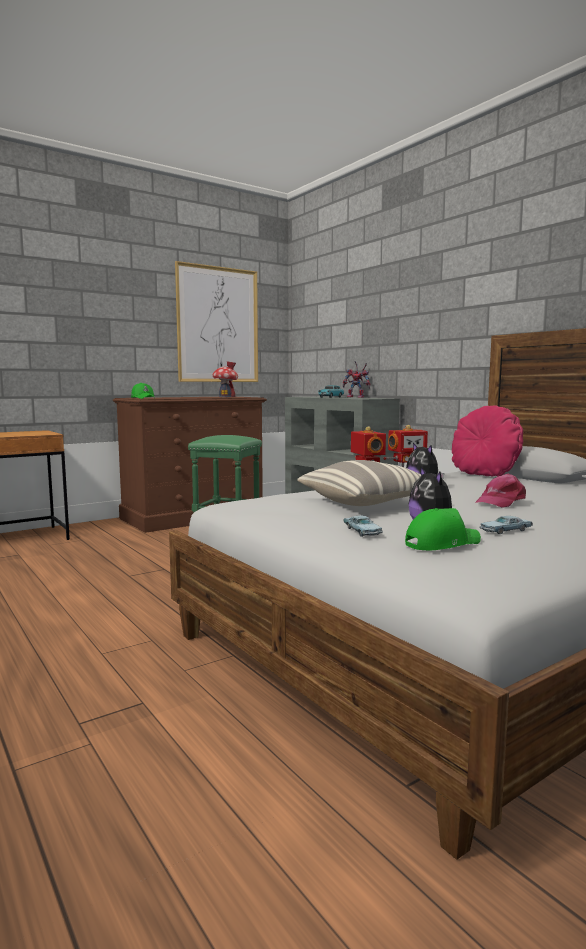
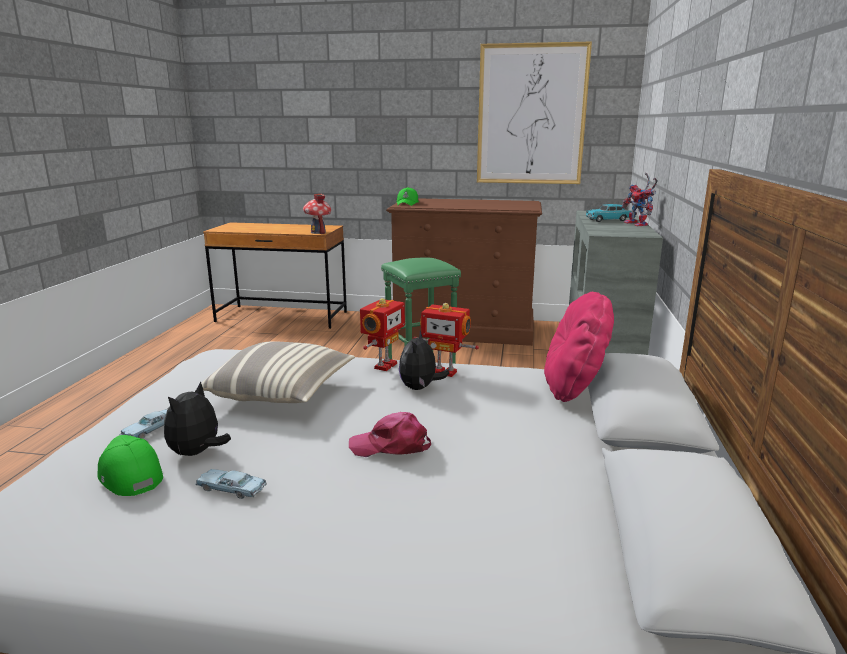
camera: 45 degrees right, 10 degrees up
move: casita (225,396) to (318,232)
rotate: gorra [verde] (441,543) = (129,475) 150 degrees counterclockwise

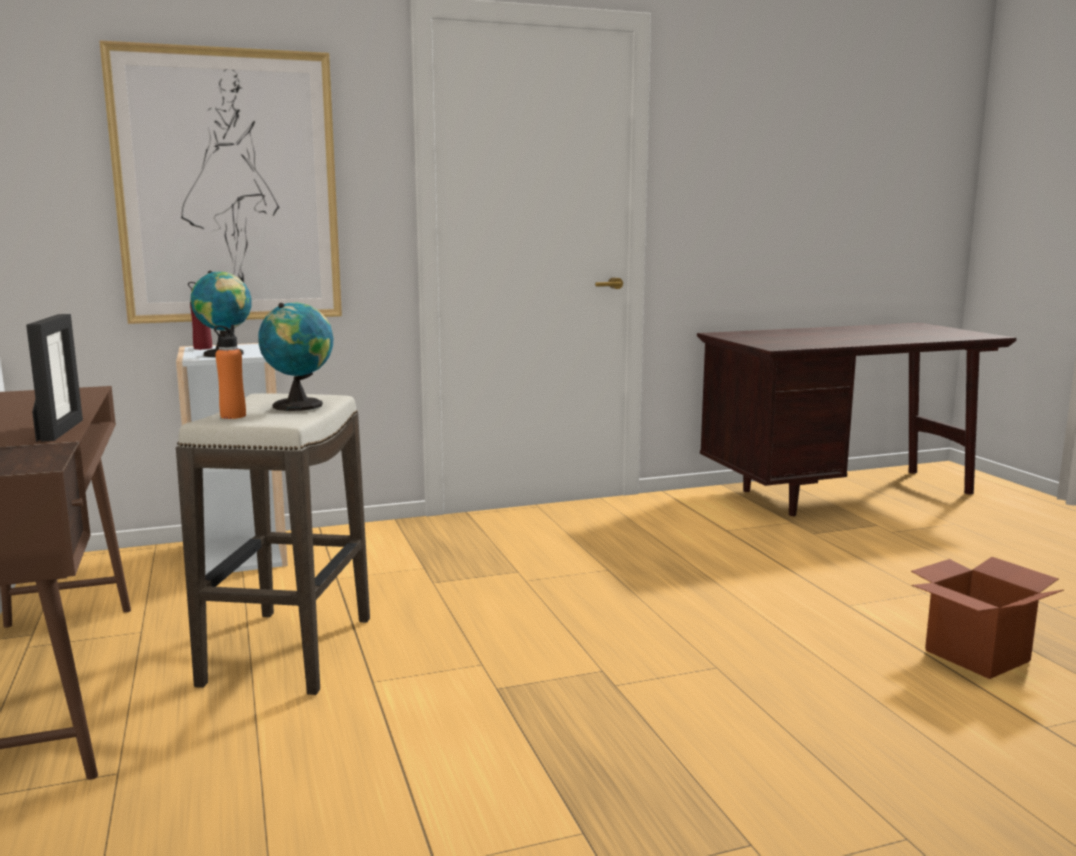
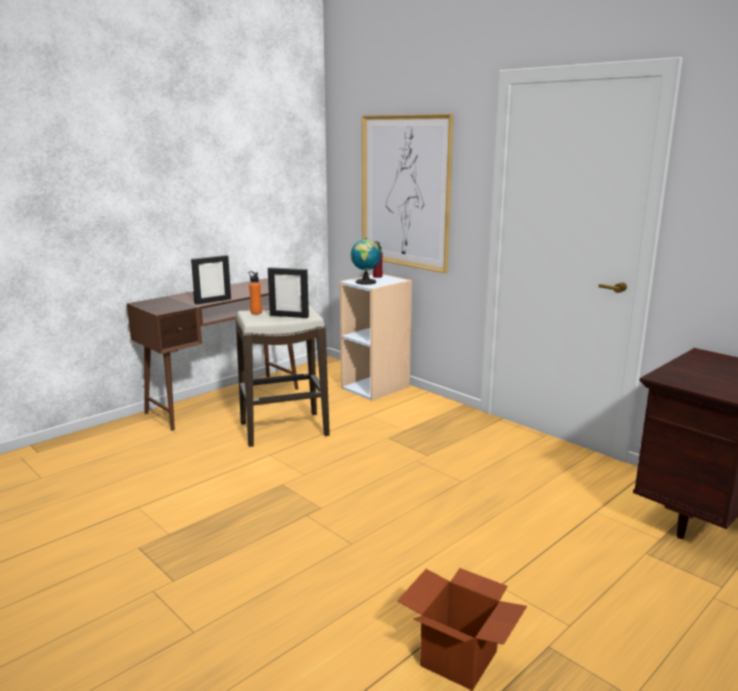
camera: 65 degrees right, 5 degrees up
replace: globo terráqueo (300,405) to portarretratos (289,316)

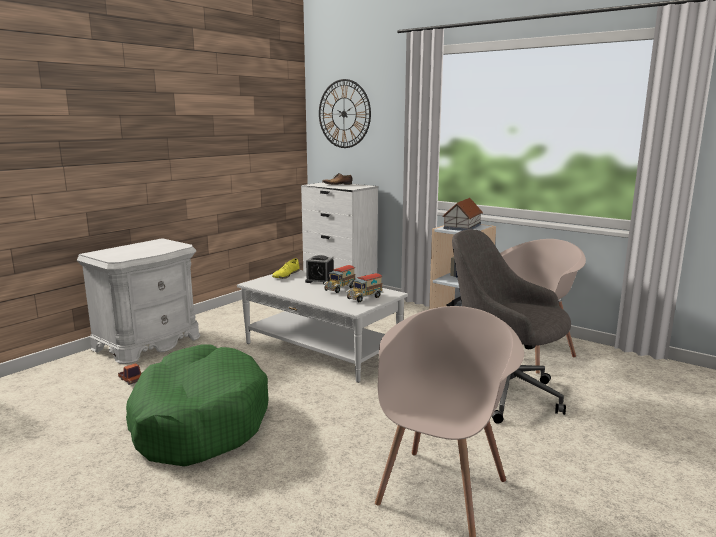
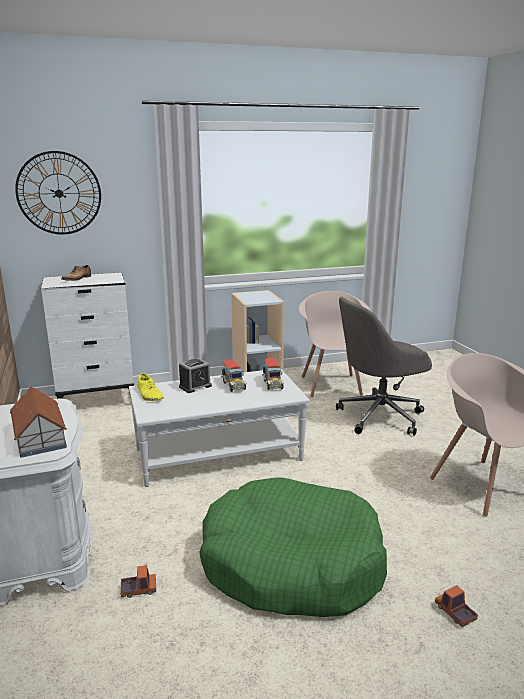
camera: 55 degrees left, 5 degrees up
insert: camión de juguete (455,612)
move: casita (462,226) to (40,437)

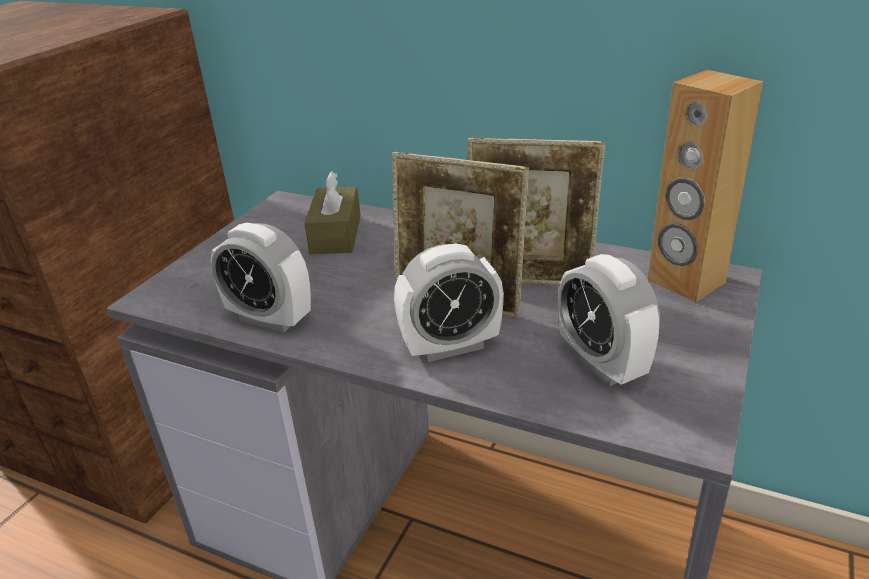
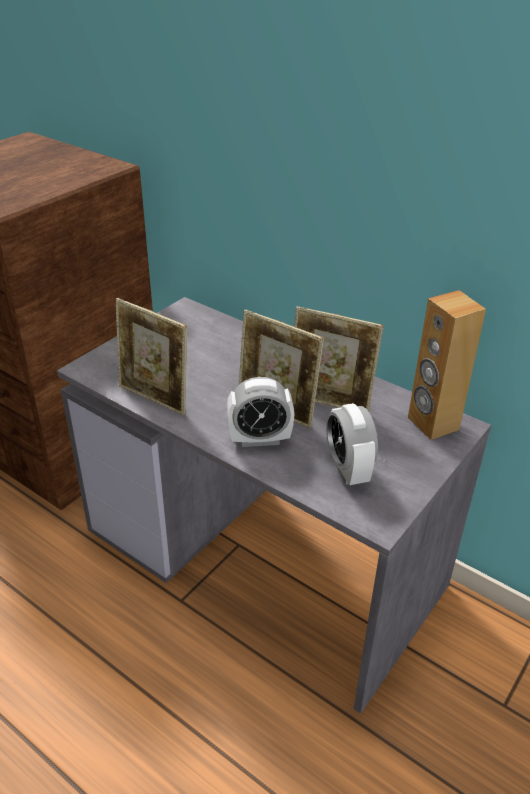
camera: 10 degrees right, 5 degrees up
delete: caja de pañuelos [marrón] (336,234)
replace: despertador (269,319) to portarretratos (154,398)

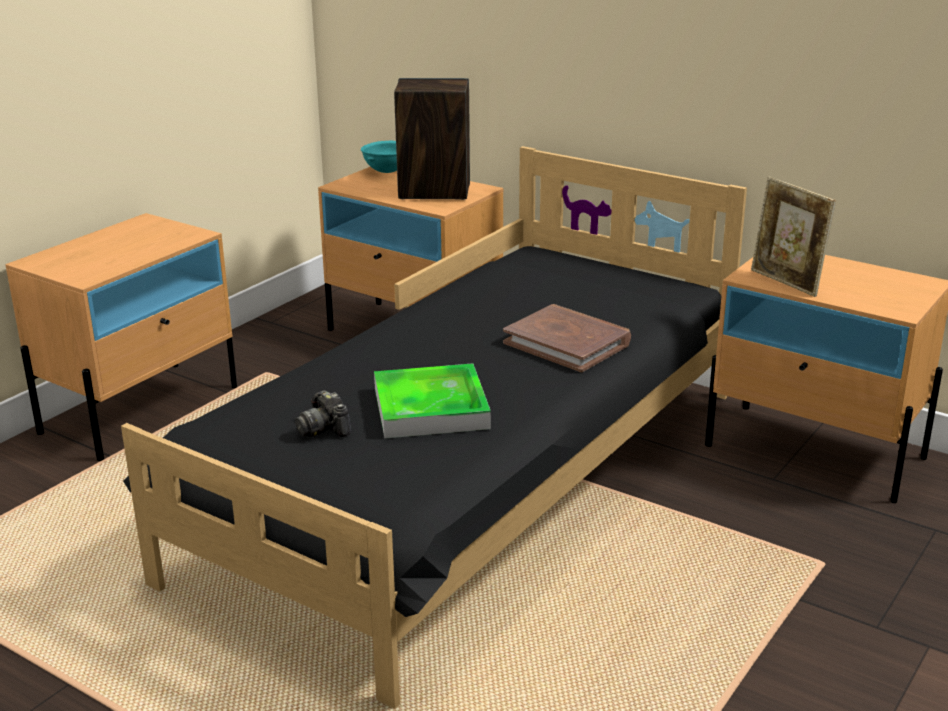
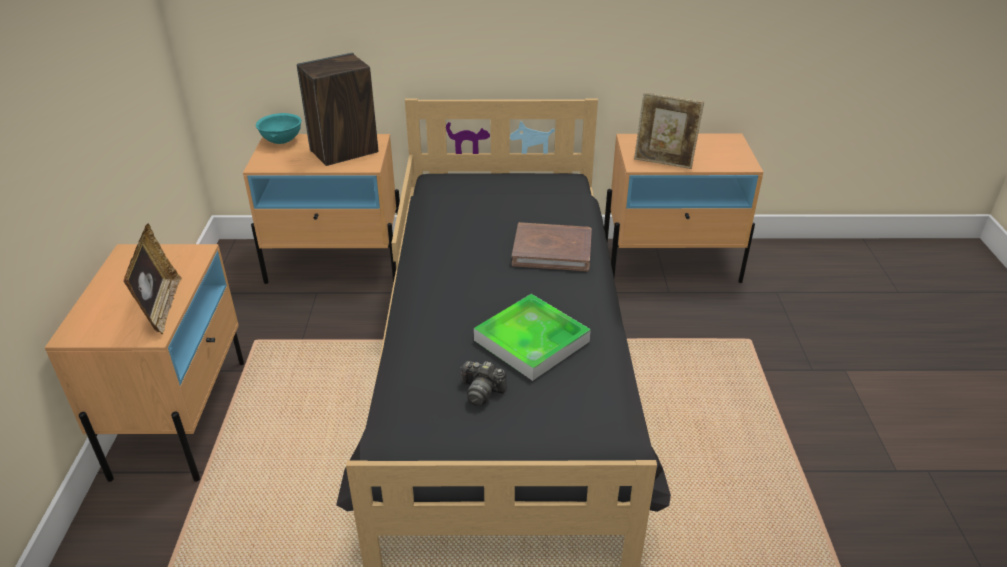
camera: 35 degrees left, 10 degrees up
insert: portarretratos (161,308)

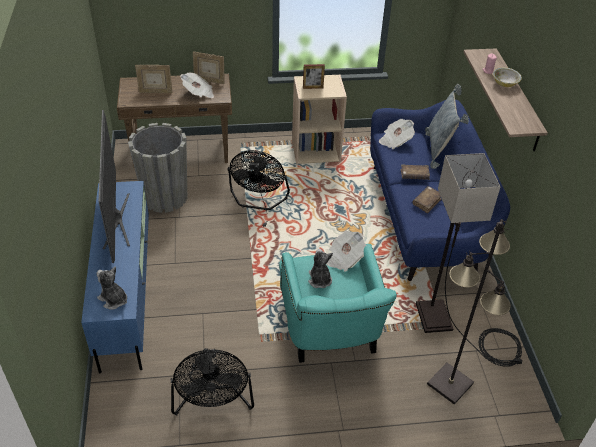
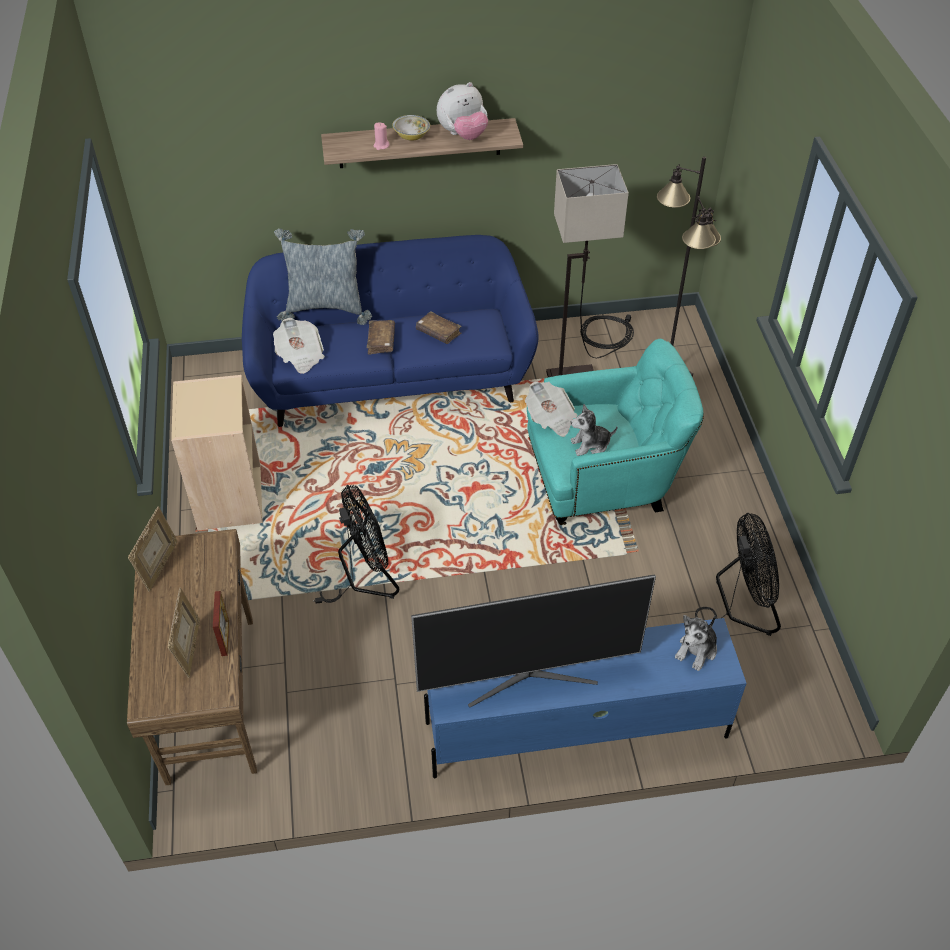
camera: 90 degrees left, 5 degrees up
delete: periódico (198,93); maceta [gris] (164,197)
insert: peluche (463,135)
move: portarretratos (313,87) to (225,638)
rotate: ventilador [negro] (258,203) = (360,570) 150 degrees clockwise

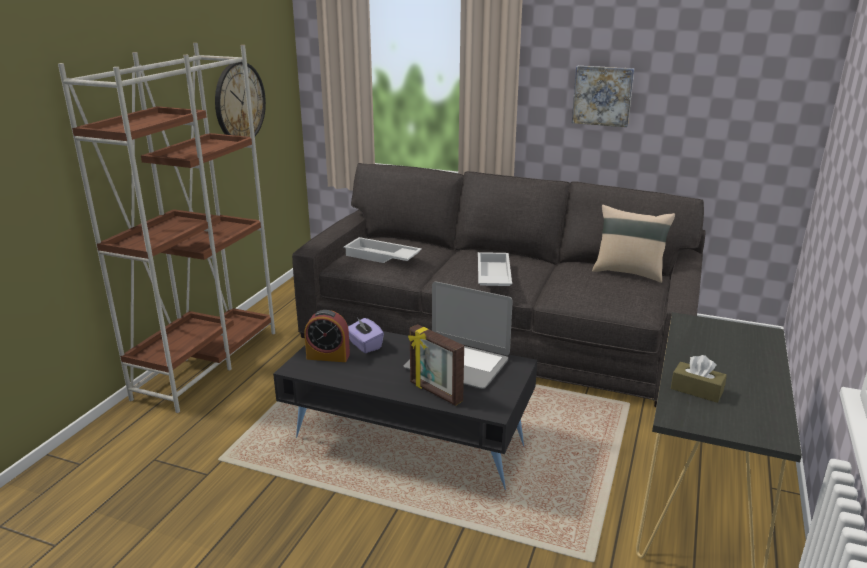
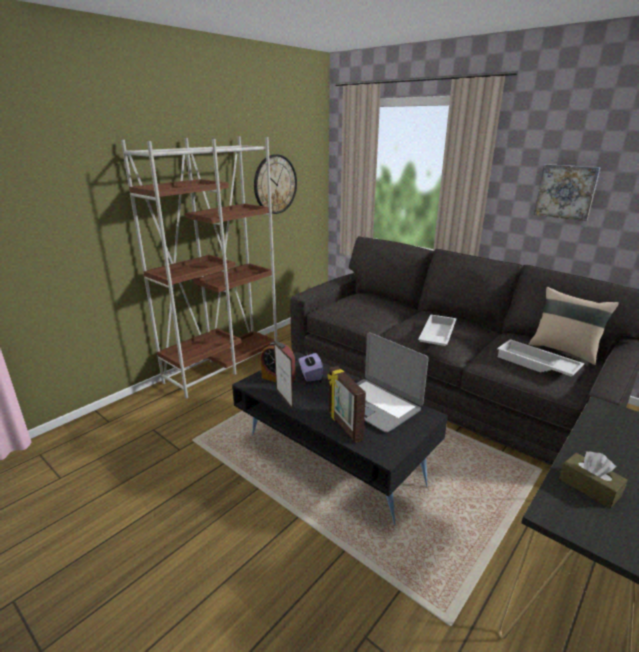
camera: 20 degrees right, 0 degrees up
insert: portarretratos (284,399)
move: bandeja [blanco] (381,257) to (536,364)

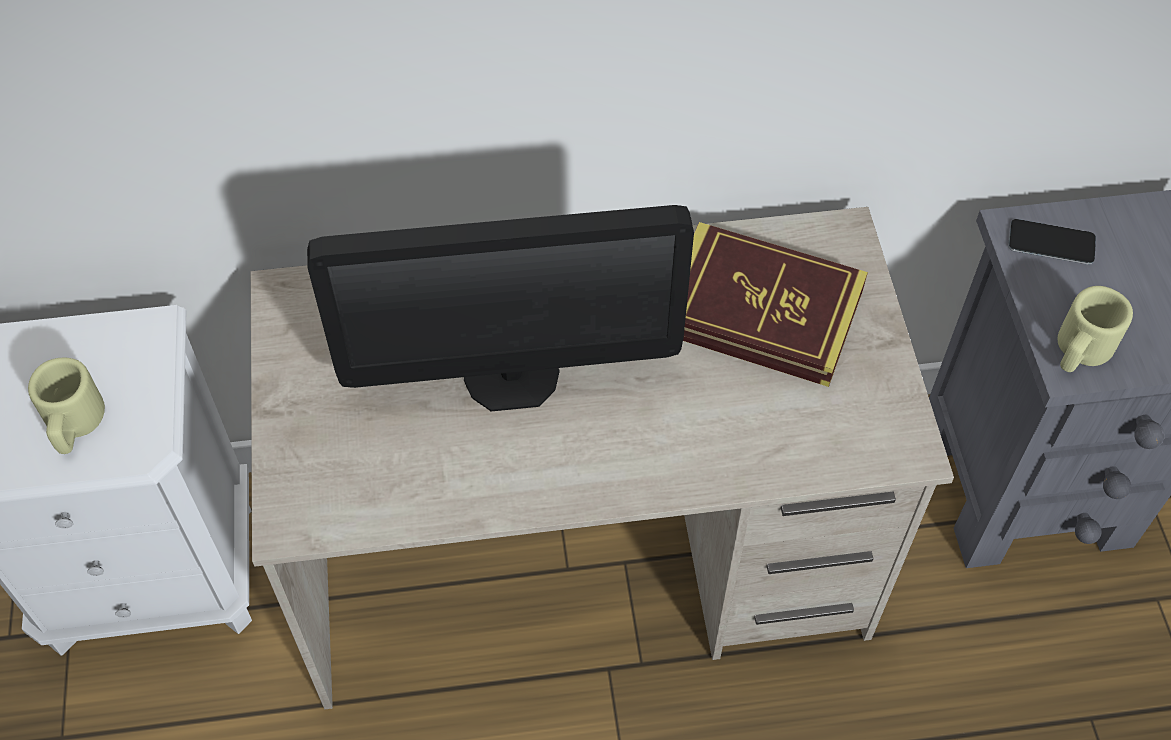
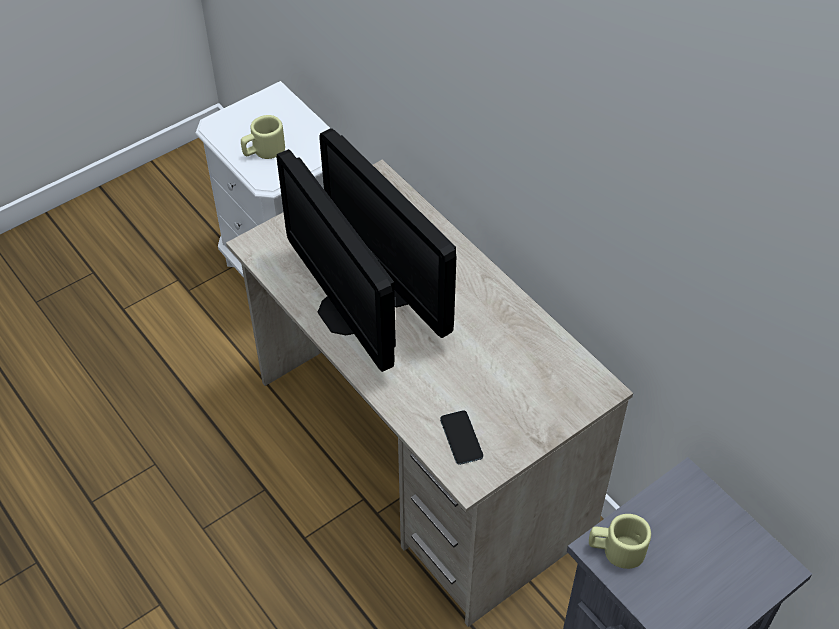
camera: 60 degrees right, 5 degrees down
delete: libro (760,311)
insert: monitor (345,313)
move: móvil (1051,242) to (461,437)

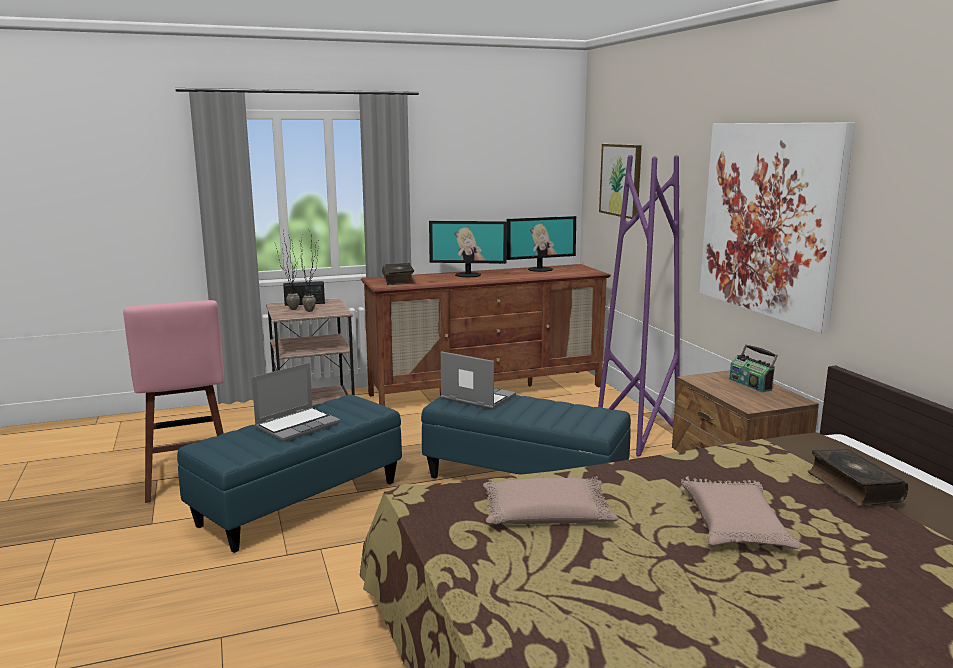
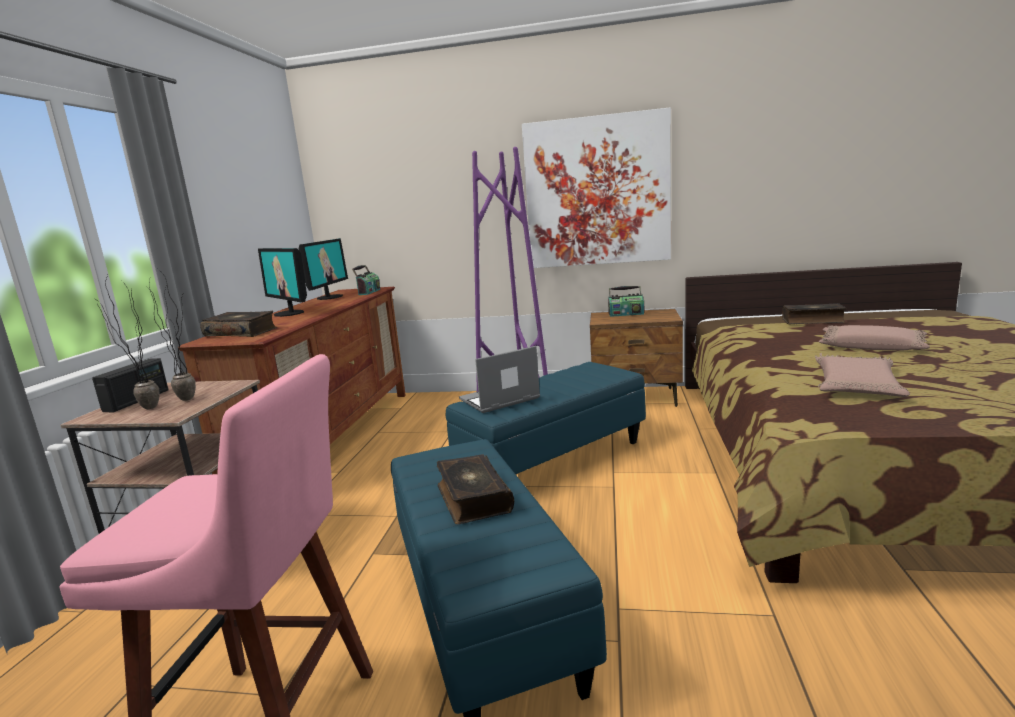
camera: 60 degrees left, 0 degrees up
delete: cuadro (621,180)
insert: radio (368,292)
replace: portátil (298,425) to libro (472,498)
rotate: monitor (468,275) = (289,313) 105 degrees clockwise

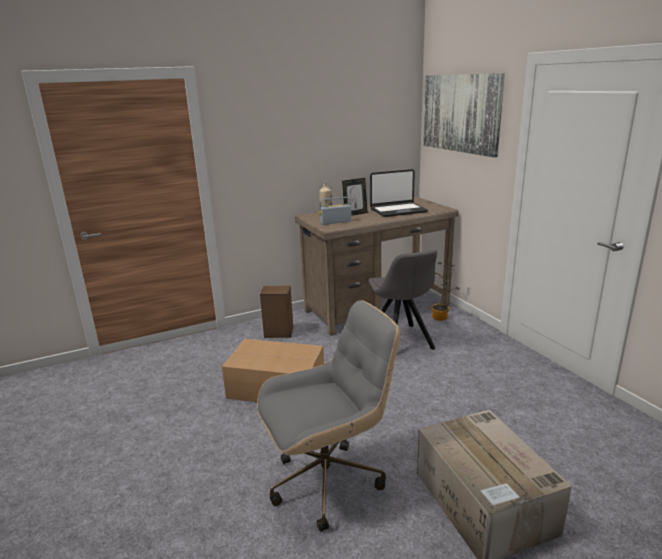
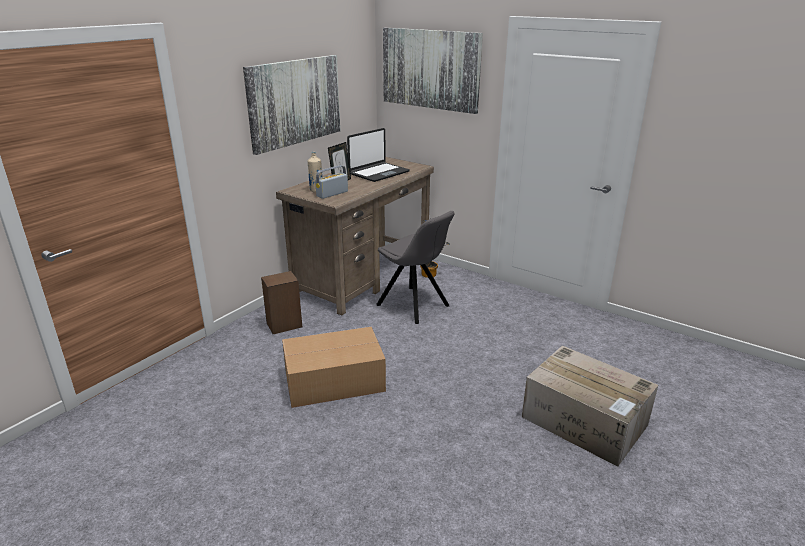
camera: 30 degrees left, 5 degrees up
delete: silla de oficina [gris] (330,482)
insert: cuadro (295,102)

